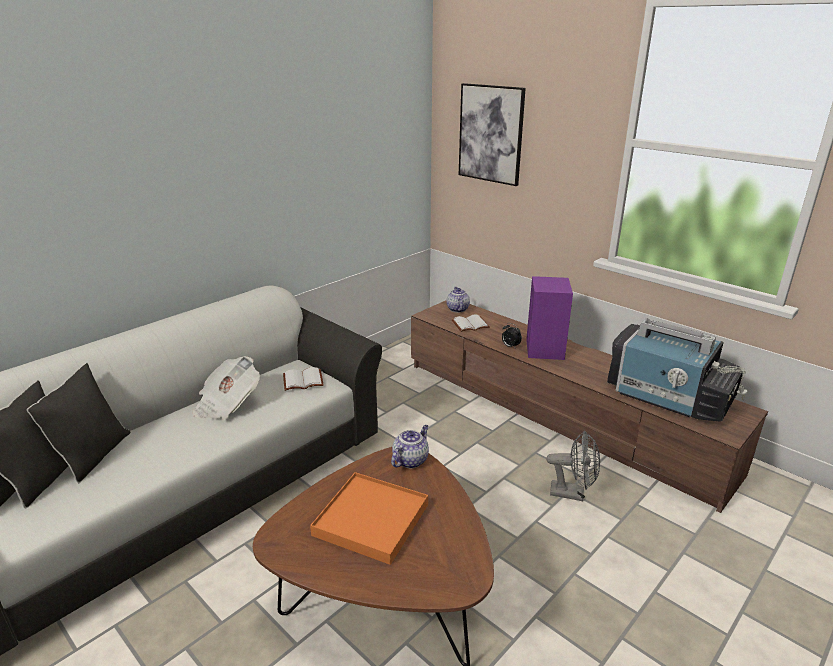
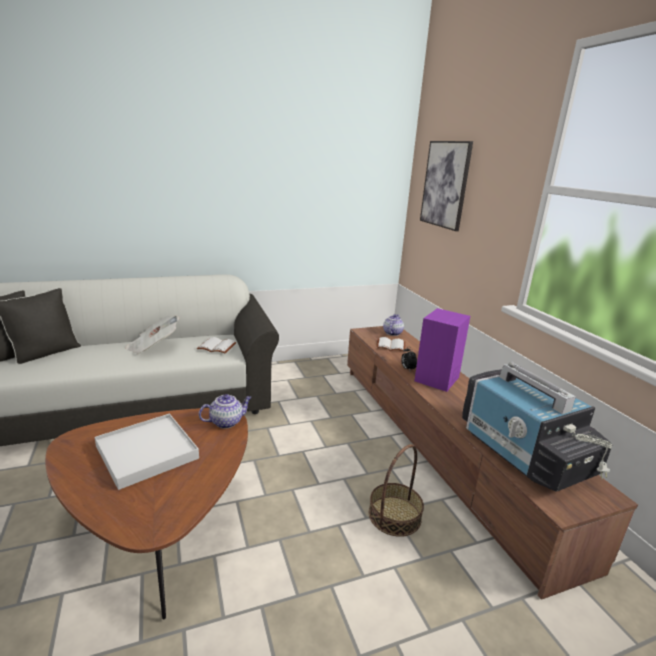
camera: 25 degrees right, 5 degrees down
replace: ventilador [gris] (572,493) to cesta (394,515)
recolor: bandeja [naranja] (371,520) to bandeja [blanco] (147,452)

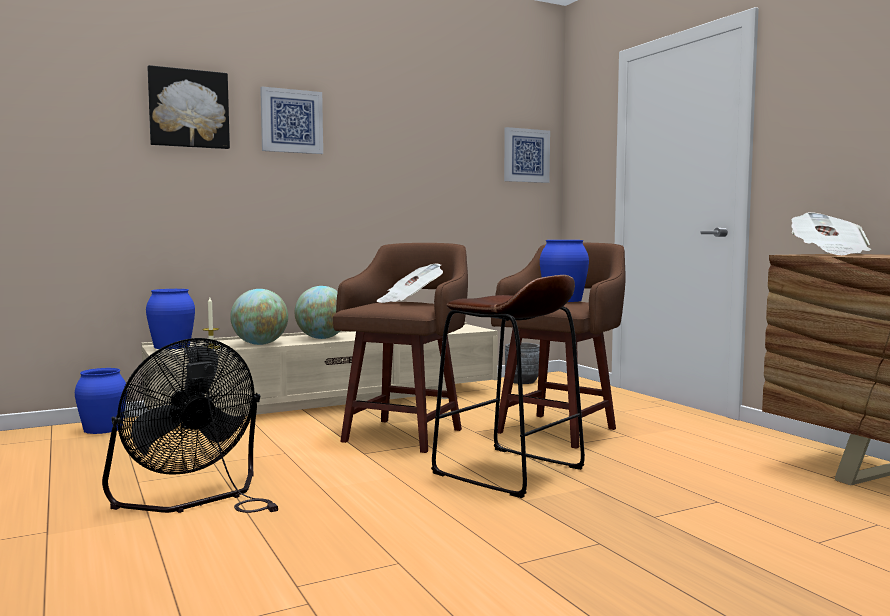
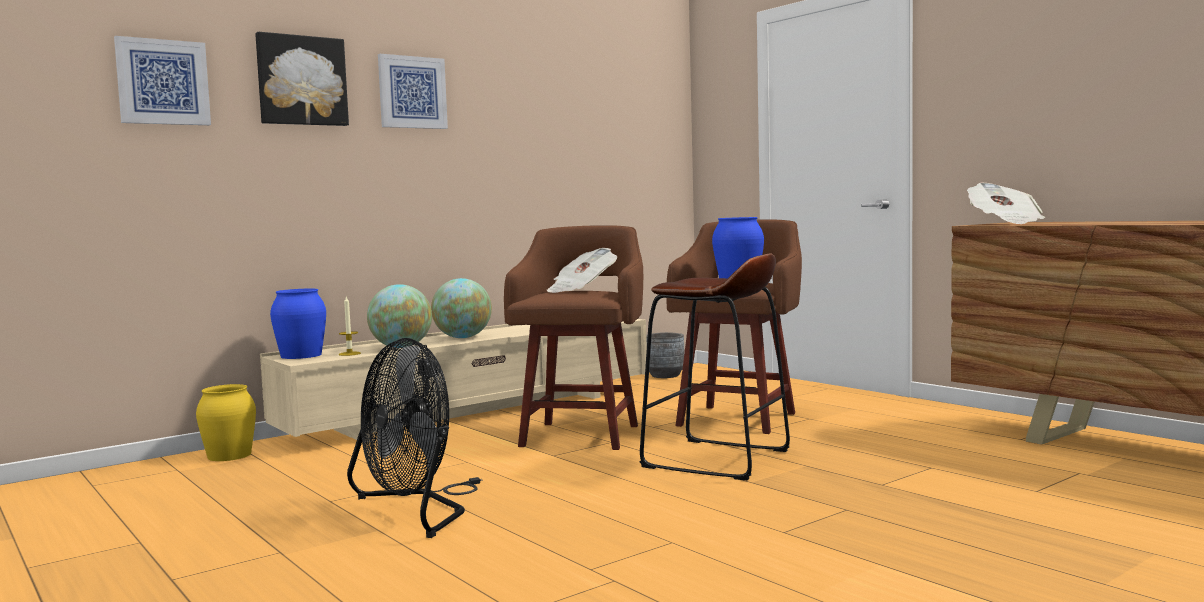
camera: 10 degrees left, 0 degrees up
move: cuadro (526,155) to (163,82)
recolor: florero [azul] (103,429) to florero [amarillo] (229,455)
rotate: ventilador [negro] (204,497) = (420,508) 75 degrees counterclockwise

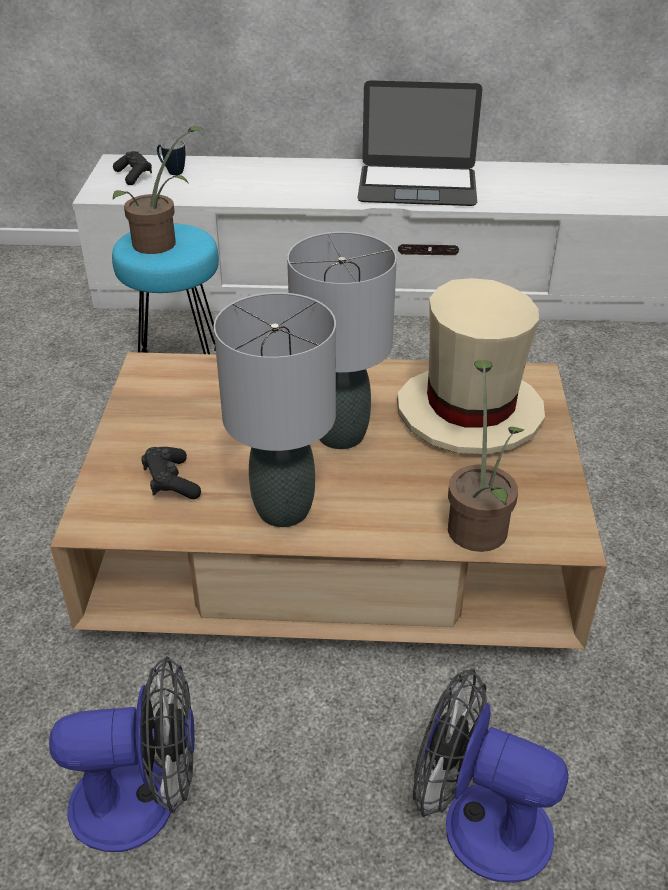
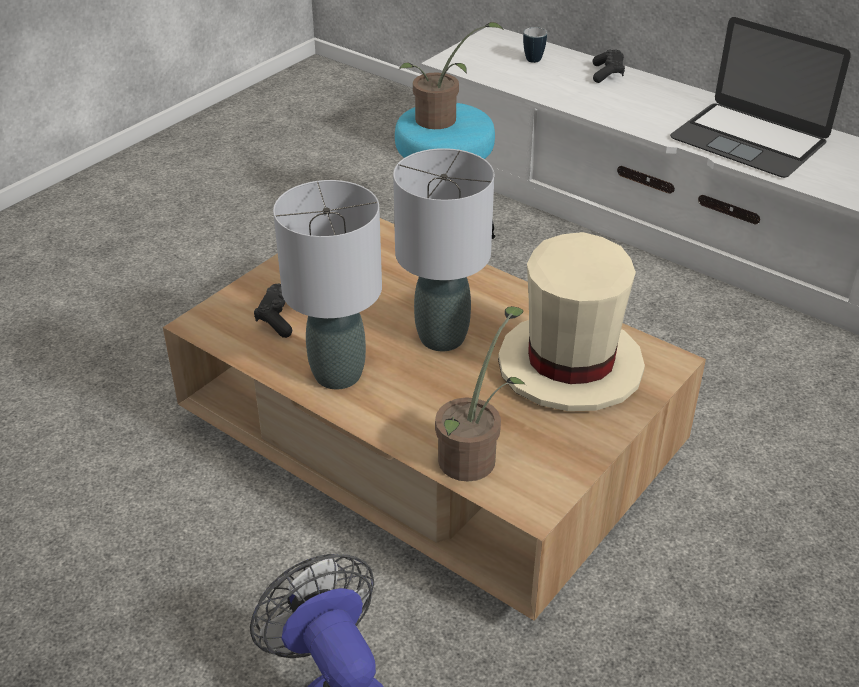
camera: 35 degrees right, 0 degrees up
delete: ventilador (143,801)
move: mando de consola [negro] (134,176) to (607,74)

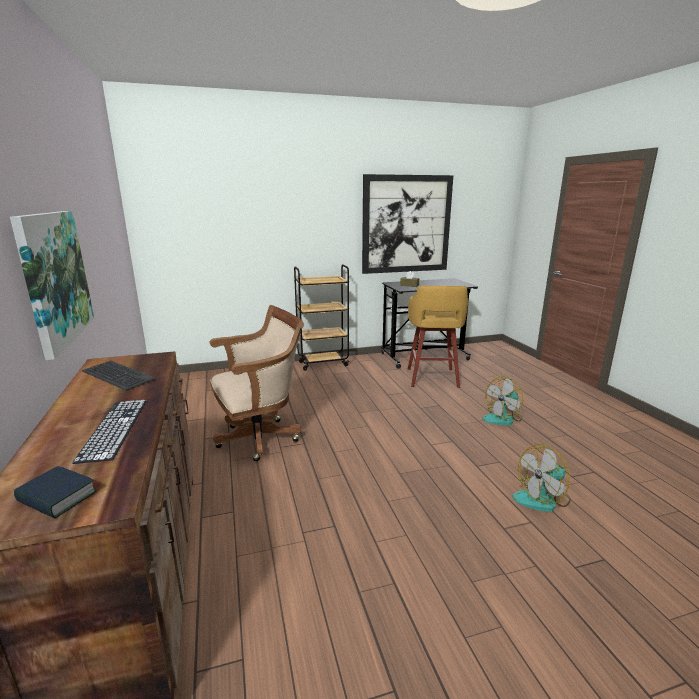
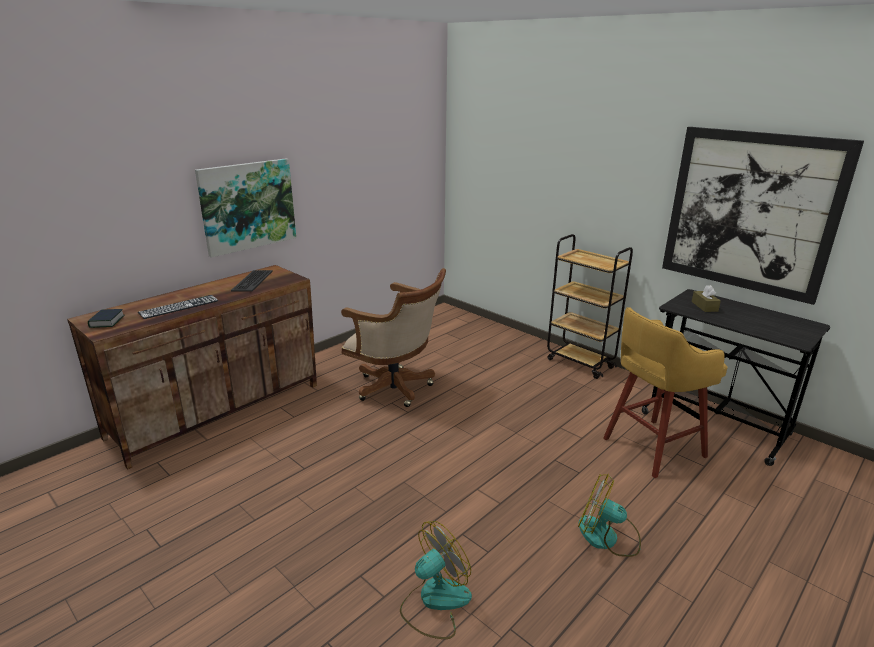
camera: 60 degrees right, 5 degrees up
rotate: ventilador (542,499) = (435,602) 105 degrees clockwise

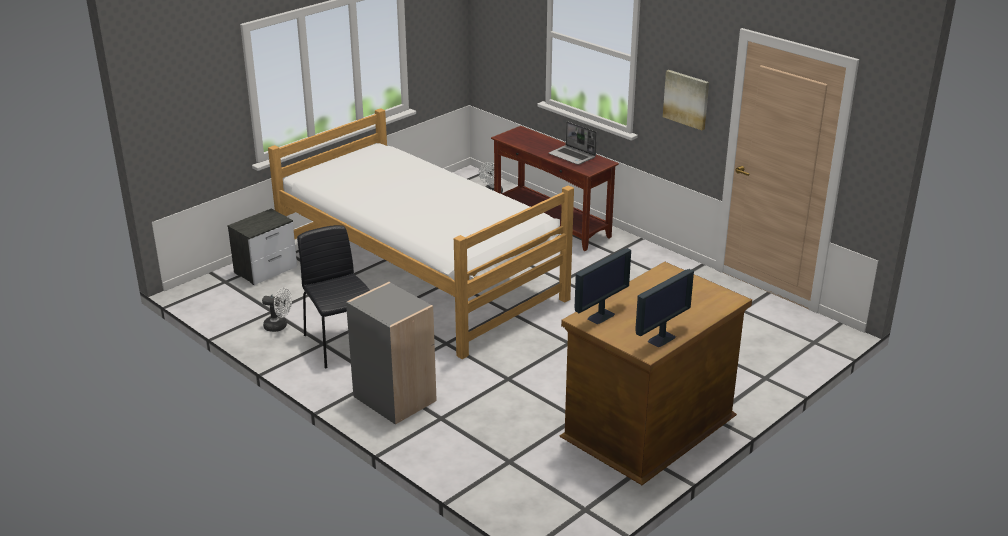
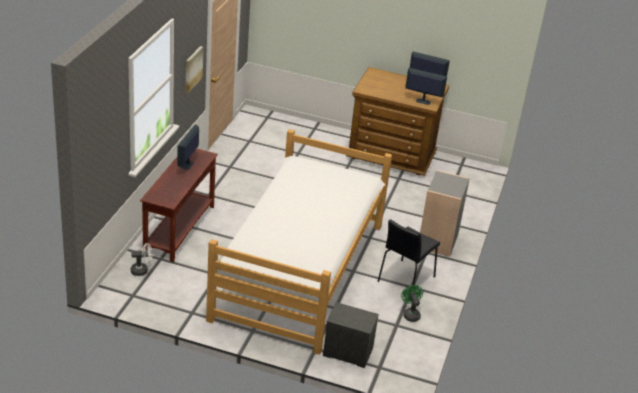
camera: 120 degrees left, 5 degrees up
replace: portátil (572,156) to monitor (187,165)
recolor: ventilador [blanco] (279,326) to ventilador [verde] (410,314)

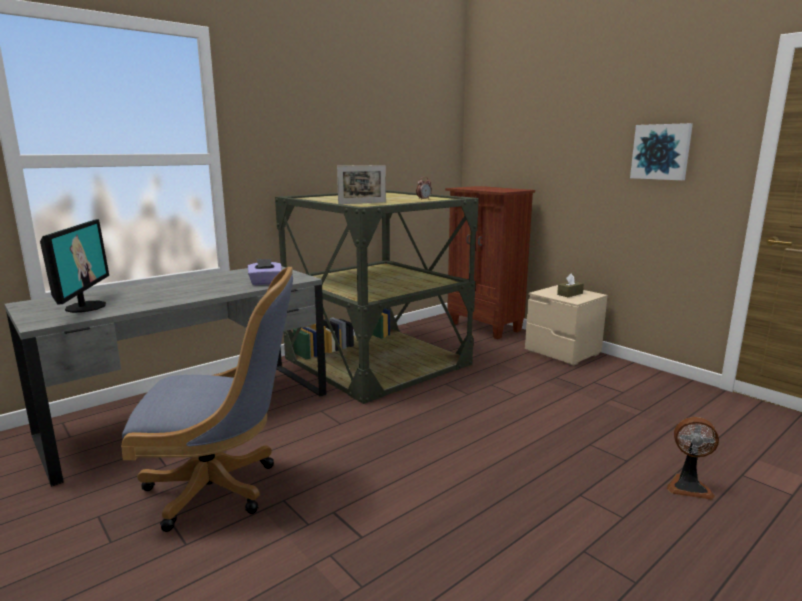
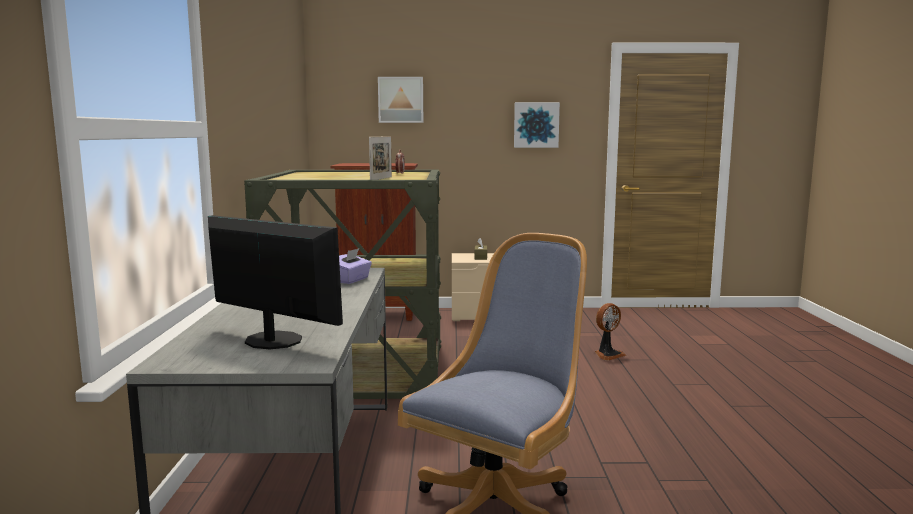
camera: 50 degrees left, 5 degrees down
insert: cuadro (401,100)
move: ventilador (688,486) to (608,354)

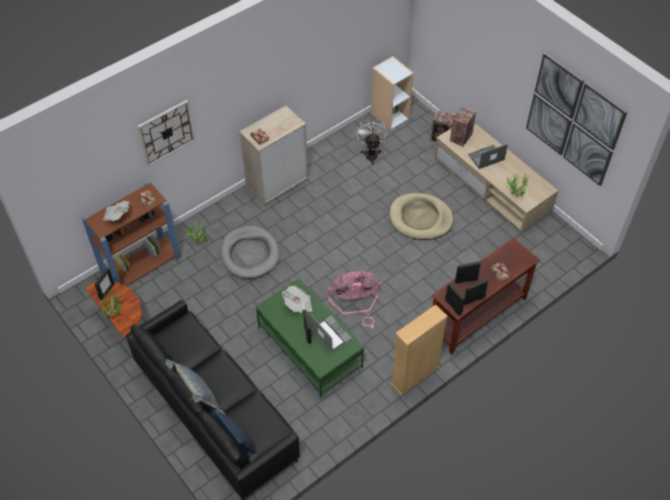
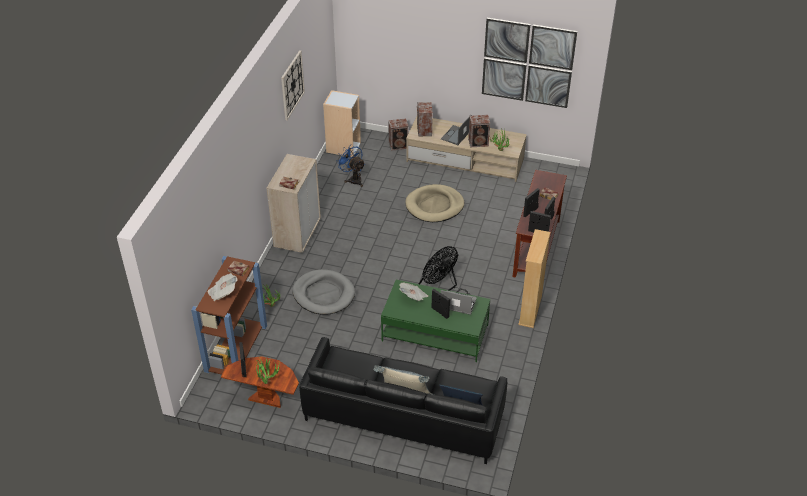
camera: 35 degrees left, 10 degrees down
insert: altavoz (479,142)
move: reloj de pared (166,132) to (292,85)
recolor: ventilador [blanco] (371,153) to ventilador [azul] (353,179); ventilador [rosa] (357,306) to ventilador [negro] (444,287)

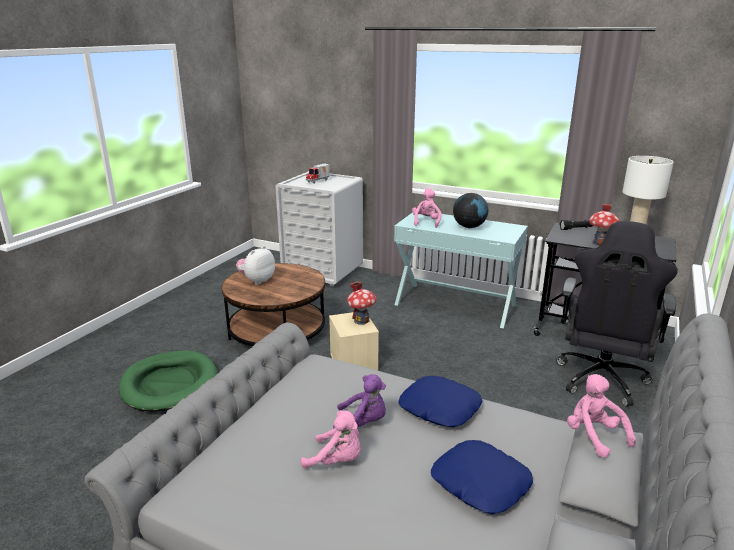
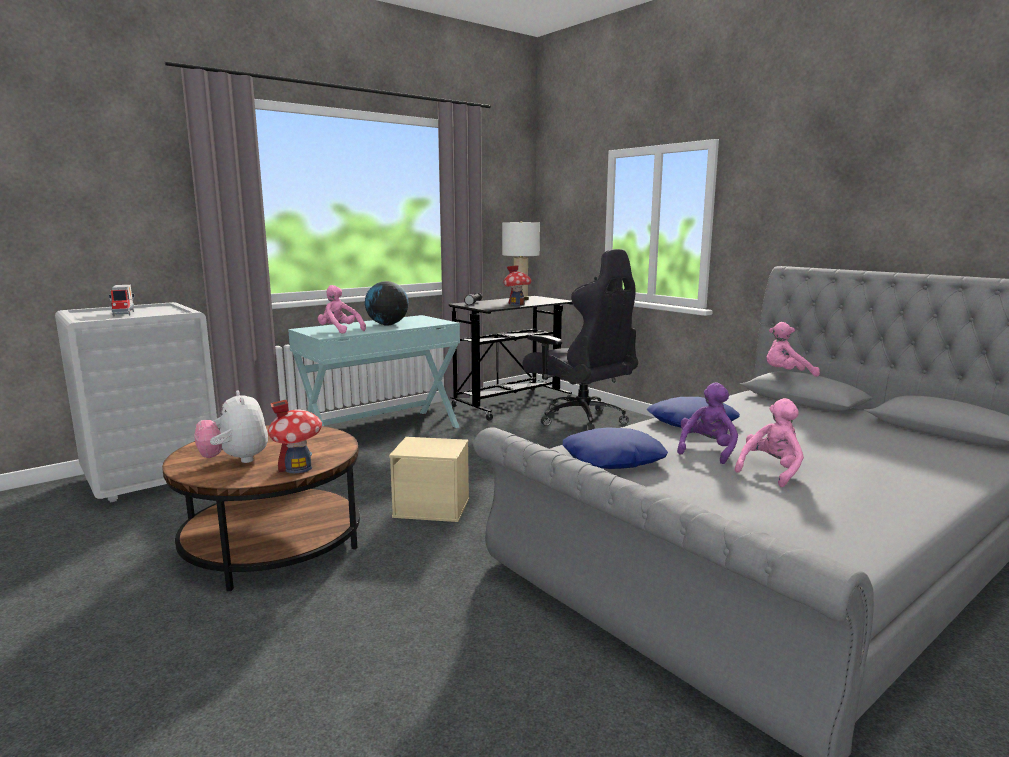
camera: 65 degrees left, 10 degrees down
delete: cama para perro [verde] (170,384)
move: casita (361,320) to (298,468); cojín [azul] (480,483) to (613,459)

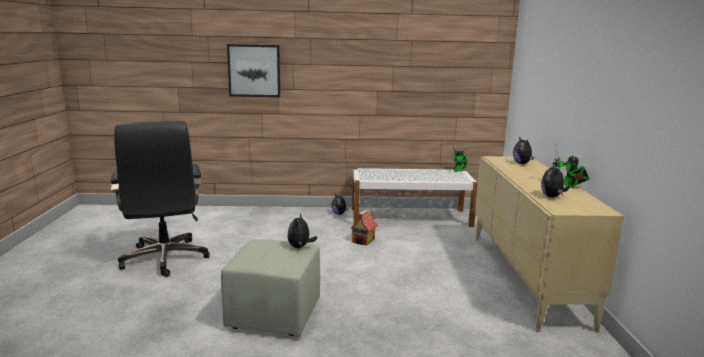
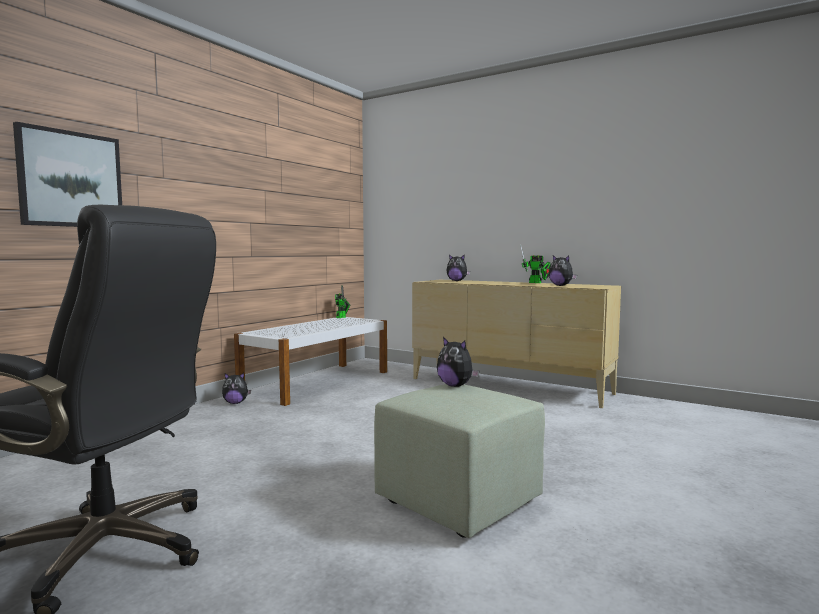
camera: 55 degrees left, 10 degrees down
delete: casita (363,240)

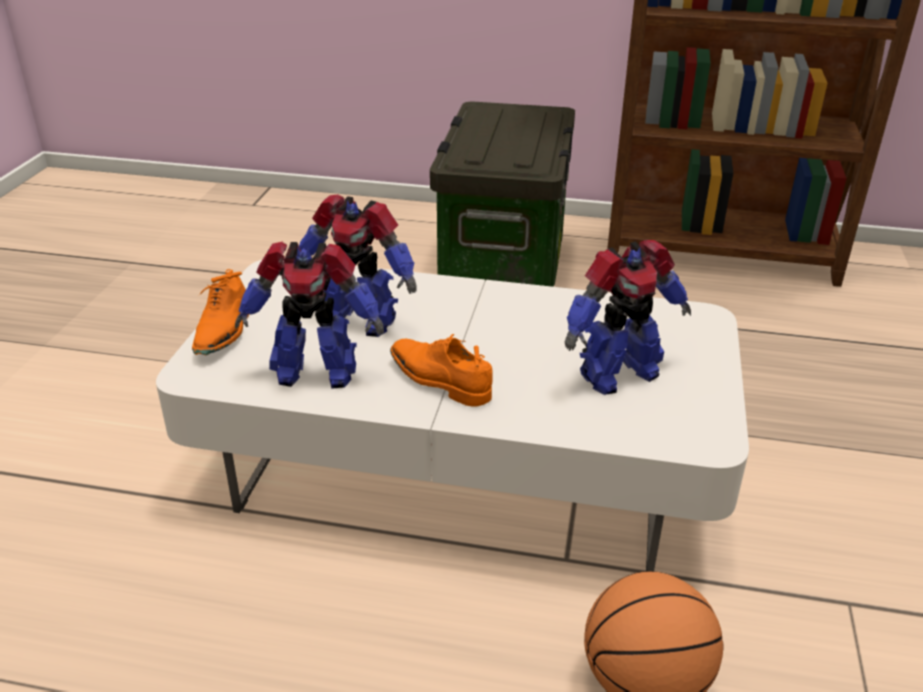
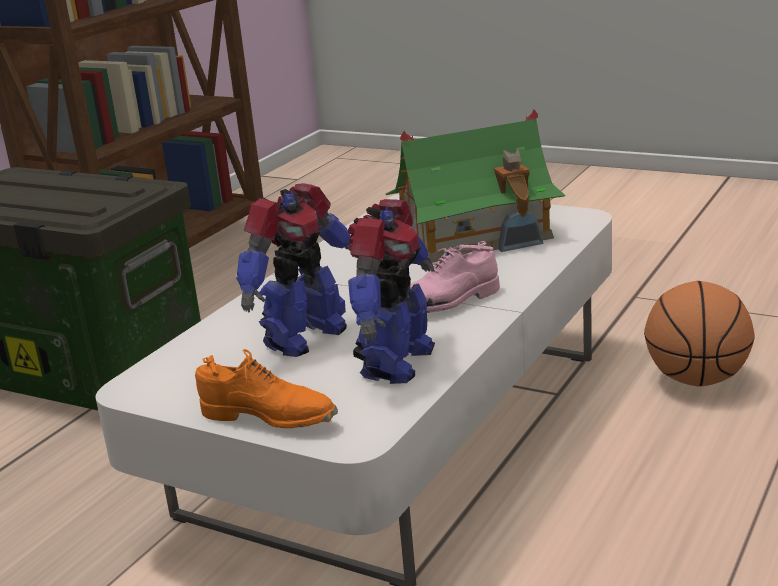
camera: 70 degrees left, 10 degrees down
replace: robot de juguete (617,374) to casita (476,236)
recolor: zapato [naranja] (439,381) to zapato [rosa] (447,304)

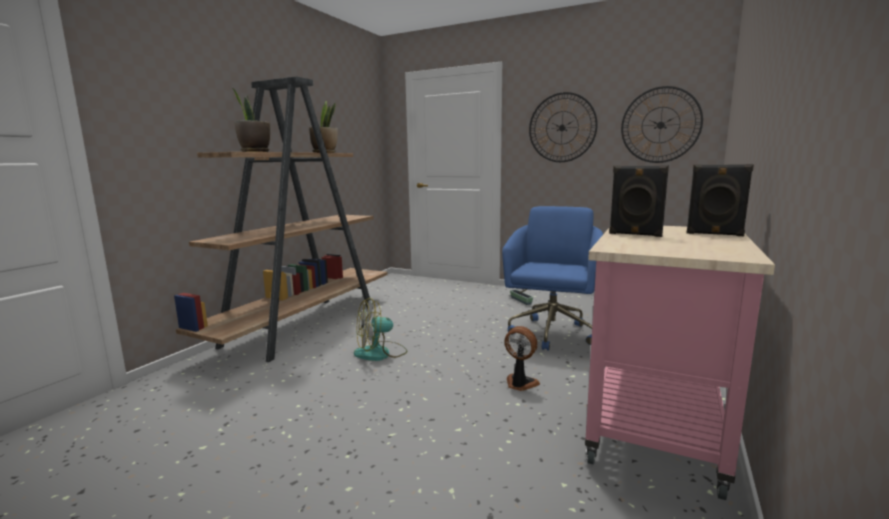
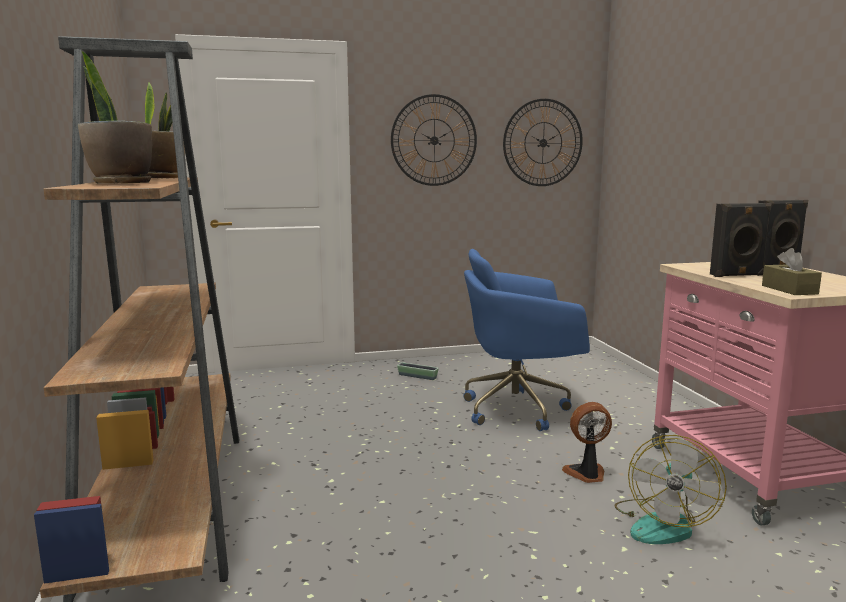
camera: 40 degrees left, 0 degrees up
insert: caja de pañuelos [marrón] (789,290)
move: ventilador (380,353) to (663,523)
rotate: silla de oficina [azul] (551,335) = (520,410) 75 degrees counterclockwise

